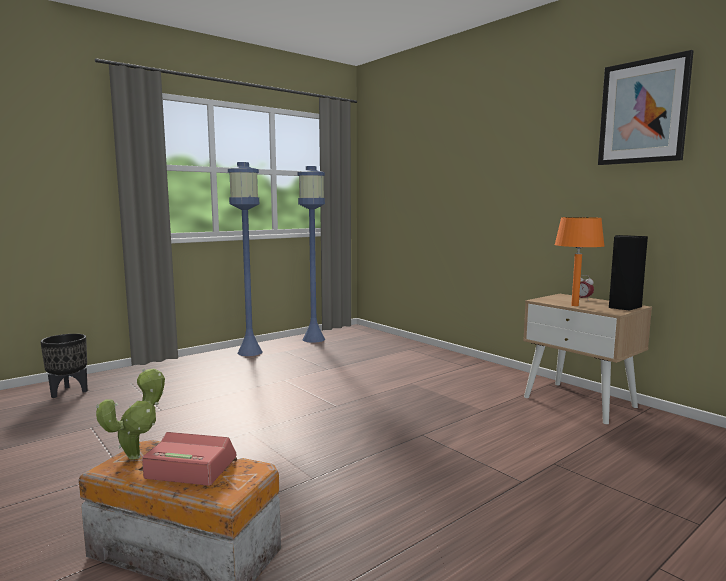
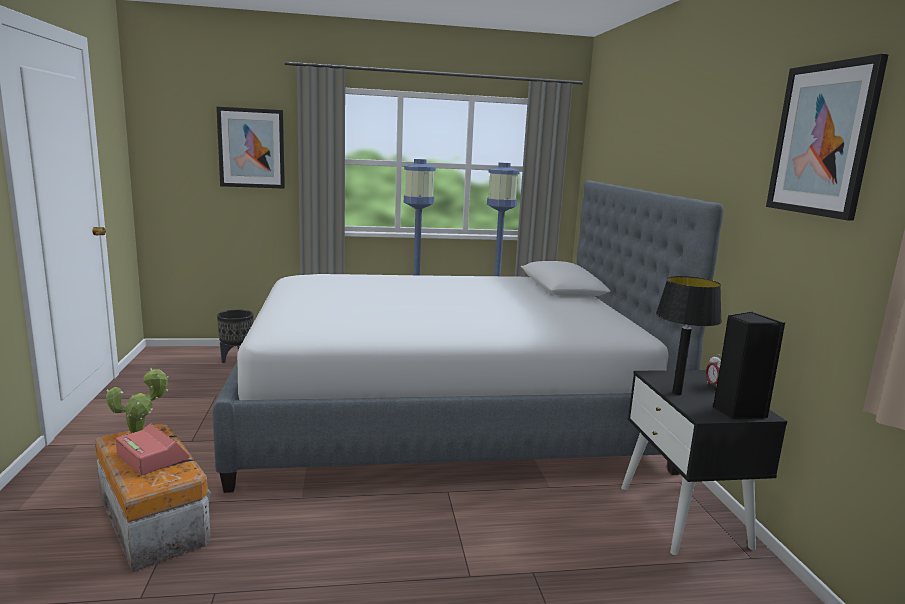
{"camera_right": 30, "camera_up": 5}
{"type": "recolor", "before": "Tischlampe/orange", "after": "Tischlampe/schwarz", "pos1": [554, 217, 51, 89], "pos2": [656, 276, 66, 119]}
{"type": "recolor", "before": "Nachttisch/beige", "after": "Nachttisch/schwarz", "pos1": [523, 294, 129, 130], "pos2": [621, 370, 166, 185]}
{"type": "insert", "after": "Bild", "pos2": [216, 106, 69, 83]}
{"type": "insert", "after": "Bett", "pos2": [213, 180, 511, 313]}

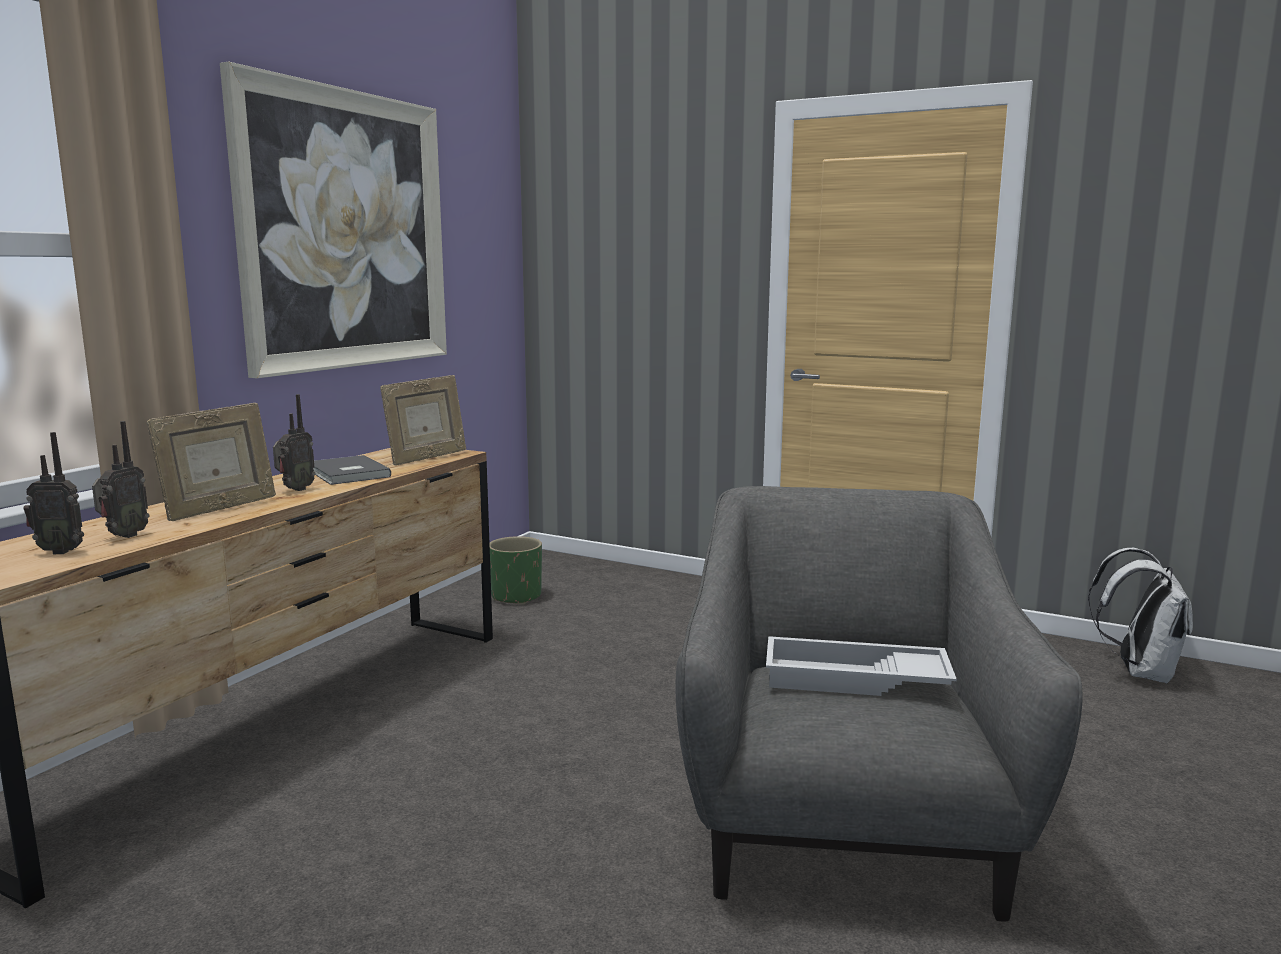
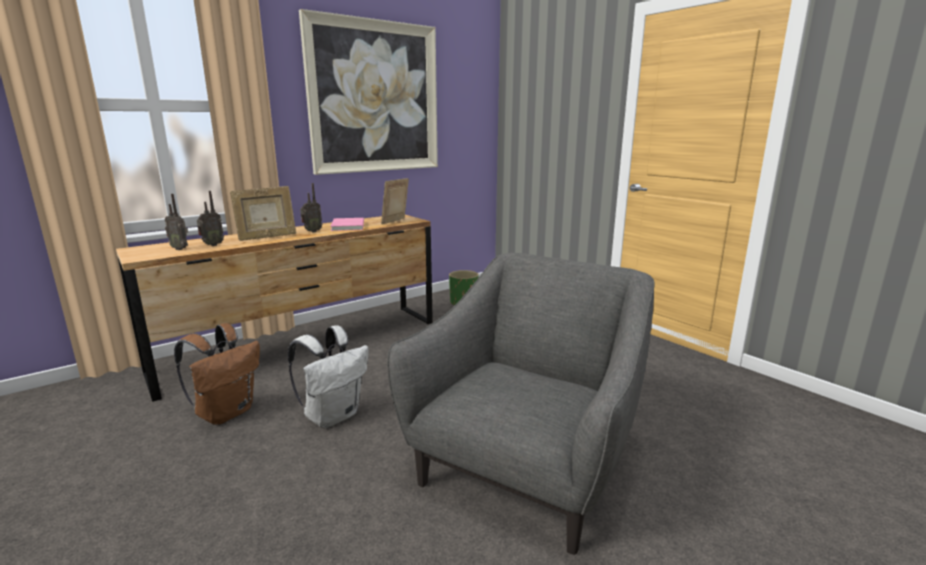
{"camera_right": 25, "camera_up": 5}
{"type": "rotate", "before": "Bilderrahmen", "pos1": [380, 375, 86, 90], "pos2": [381, 178, 28, 47], "turn": 135}
{"type": "recolor", "before": "Buch/grau", "after": "Buch/rosa", "pos1": [313, 455, 78, 30], "pos2": [330, 218, 34, 13]}
{"type": "move", "before": "Rucksack/weiß", "pos1": [1088, 548, 105, 135], "pos2": [288, 325, 81, 103]}
{"type": "delete", "before": "Tablett/weiß", "pos1": [766, 636, 191, 60]}
{"type": "insert", "after": "Rucksack/braun", "pos2": [174, 323, 86, 102]}

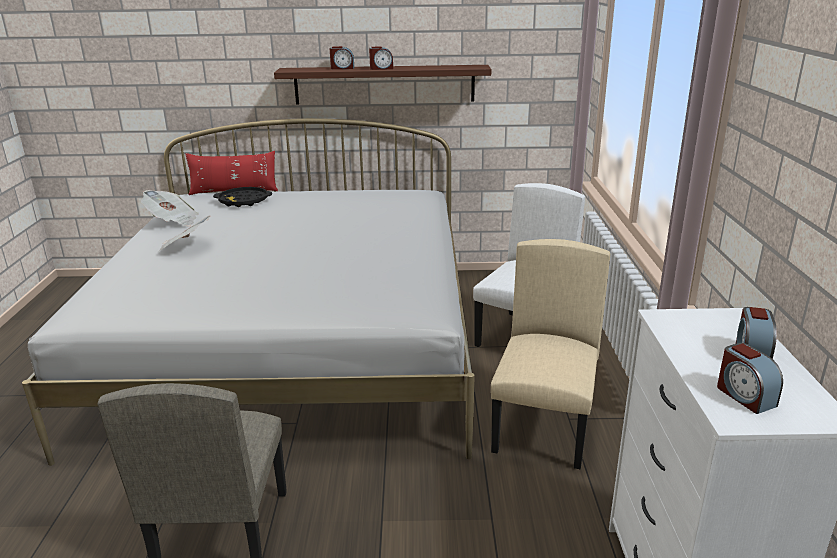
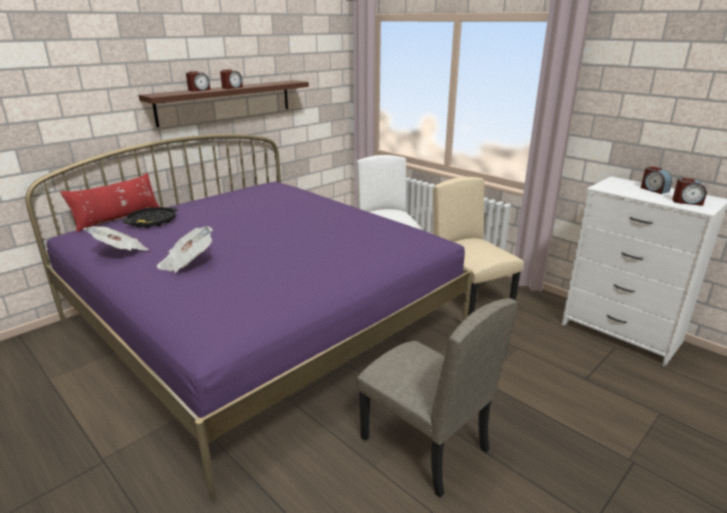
{"camera_right": -45, "camera_up": 0}
{"type": "recolor", "before": "Bett/weiß", "after": "Bett/lila", "pos1": [22, 118, 453, 348], "pos2": [25, 134, 448, 367]}

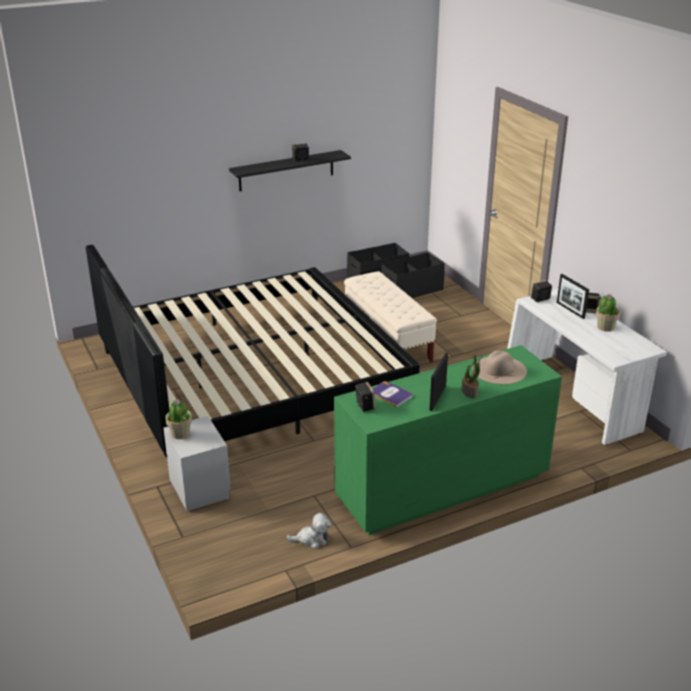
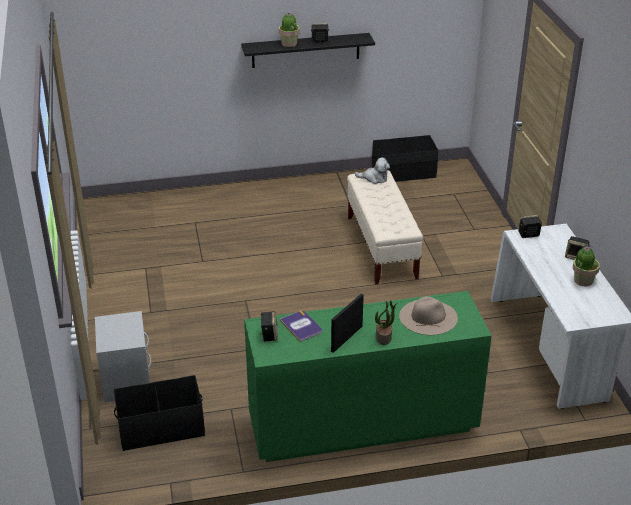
{"camera_right": 15, "camera_up": 5}
{"type": "delete", "before": "Bett", "pos1": [86, 245, 334, 218]}
{"type": "move", "before": "Aufbewahrungsbox/schwarz", "pos1": [381, 252, 64, 46], "pos2": [113, 375, 92, 76]}
{"type": "delete", "before": "Bilderrahmen", "pos1": [557, 274, 32, 45]}
{"type": "move", "before": "Topfpflanze", "pos1": [166, 399, 26, 40], "pos2": [279, 12, 21, 35]}
{"type": "move", "before": "Plüschtier", "pos1": [286, 513, 45, 36], "pos2": [355, 157, 35, 27]}

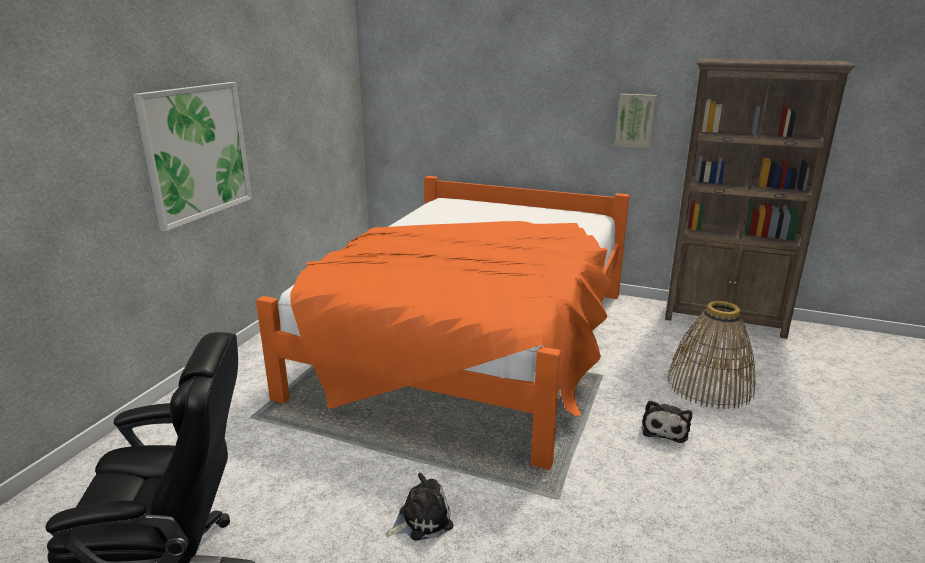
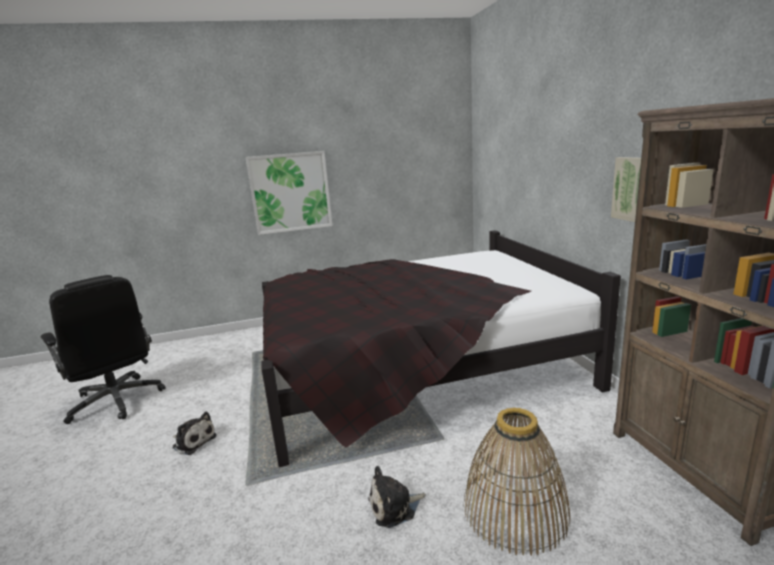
{"camera_right": 55, "camera_up": -5}
{"type": "recolor", "before": "Bett/orange", "after": "Bett/schwarz", "pos1": [256, 176, 374, 294], "pos2": [261, 230, 360, 237]}

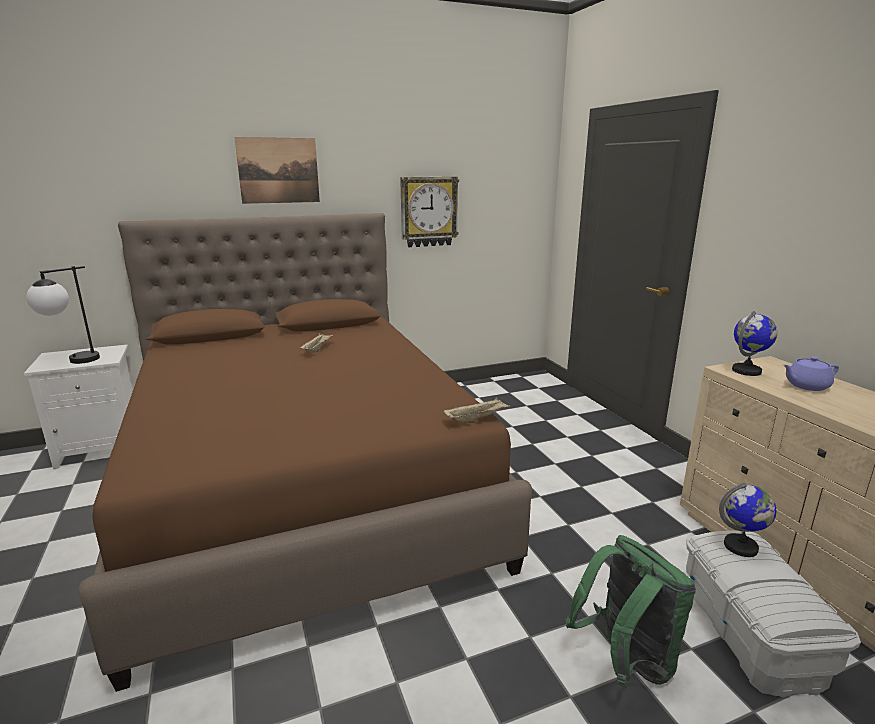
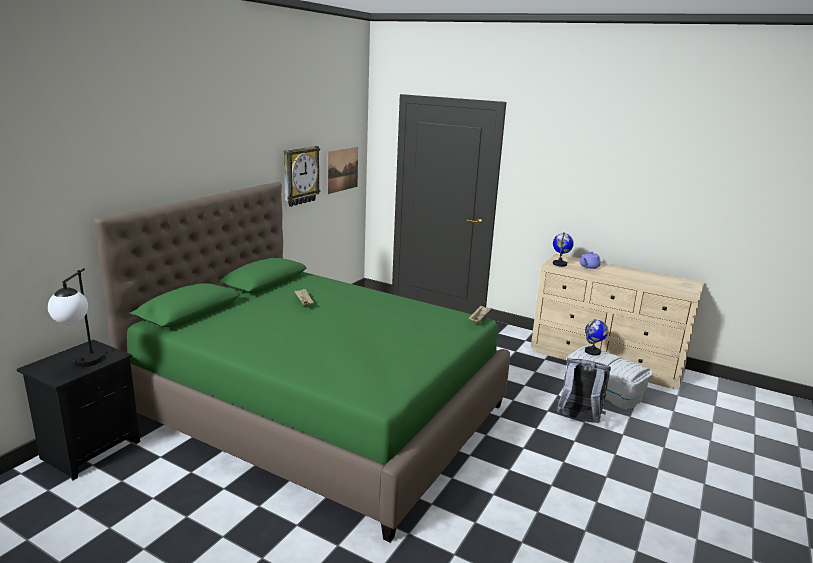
{"camera_right": -40, "camera_up": 0}
{"type": "move", "before": "Bild", "pos1": [234, 137, 86, 67], "pos2": [327, 147, 31, 47]}
{"type": "recolor", "before": "Bett/braun", "after": "Bett/grün", "pos1": [79, 213, 453, 479], "pos2": [94, 182, 416, 360]}
{"type": "recolor", "before": "Nachttisch/weiß", "after": "Nachttisch/schwarz", "pos1": [24, 345, 109, 124], "pos2": [17, 339, 123, 141]}
{"type": "recolor", "before": "Rucksack/grün", "after": "Rucksack/grau", "pos1": [566, 535, 130, 152], "pos2": [556, 358, 55, 65]}

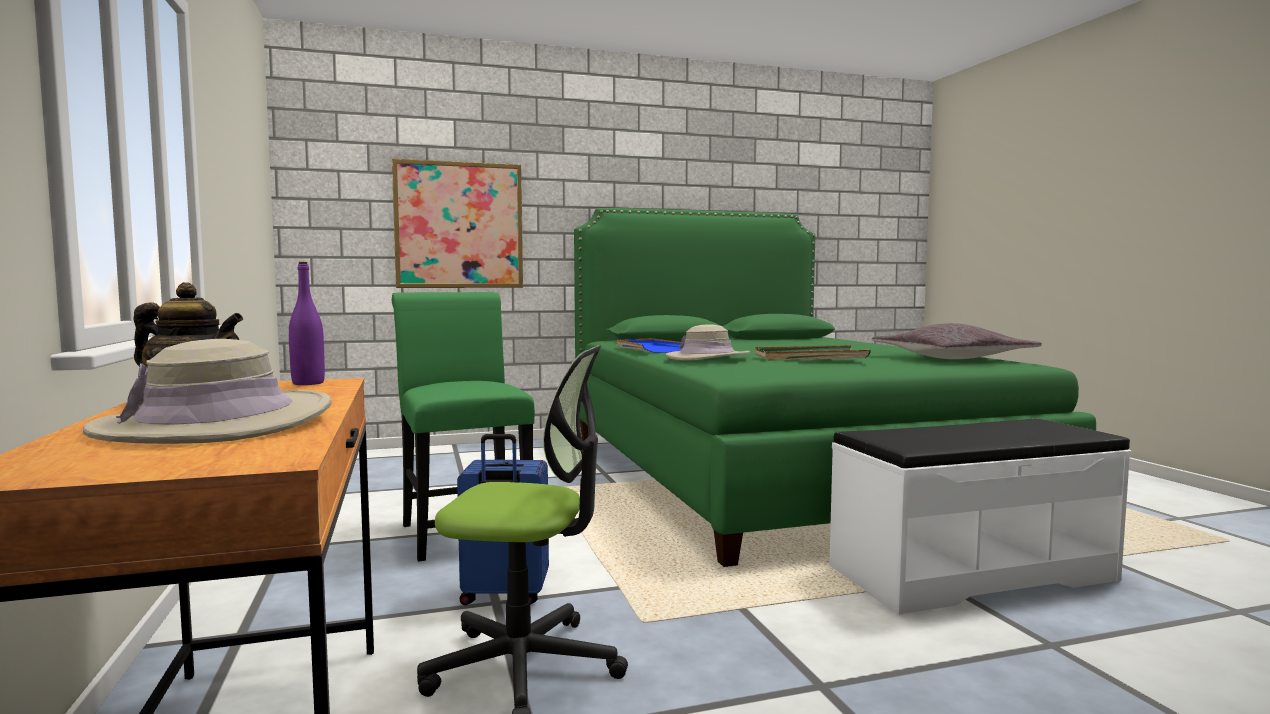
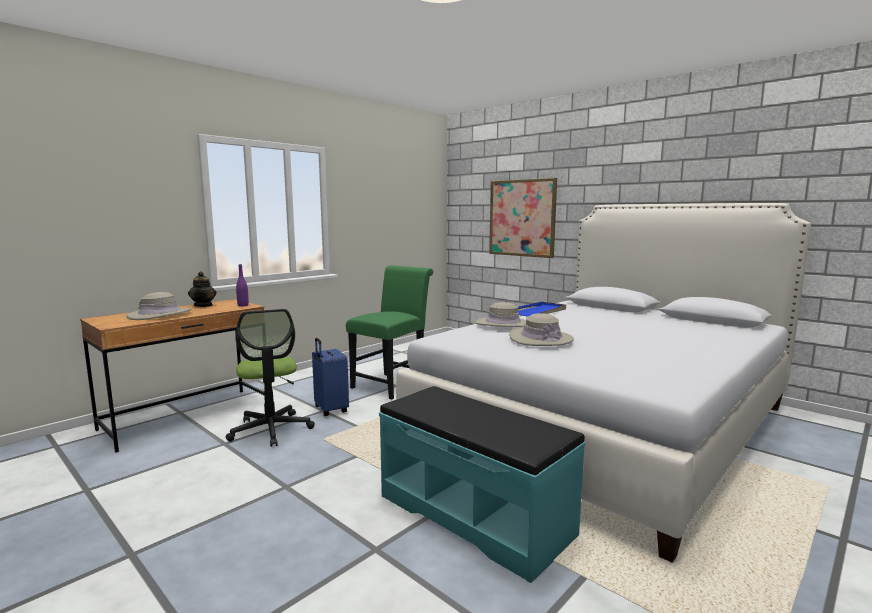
{"camera_right": 60, "camera_up": 5}
{"type": "recolor", "before": "Bett/grün", "after": "Bett/weiß", "pos1": [574, 208, 522, 359], "pos2": [396, 203, 415, 360]}
{"type": "delete", "before": "Kissen/grau", "pos1": [872, 323, 170, 36]}
{"type": "replace", "before": "Tablett/grün", "after": "Hut/beige", "pos1": [755, 345, 116, 16], "pos2": [509, 313, 65, 33]}
{"type": "recolor", "before": "Bank/weiß", "after": "Bank/türkis", "pos1": [829, 419, 303, 196], "pos2": [379, 386, 206, 197]}

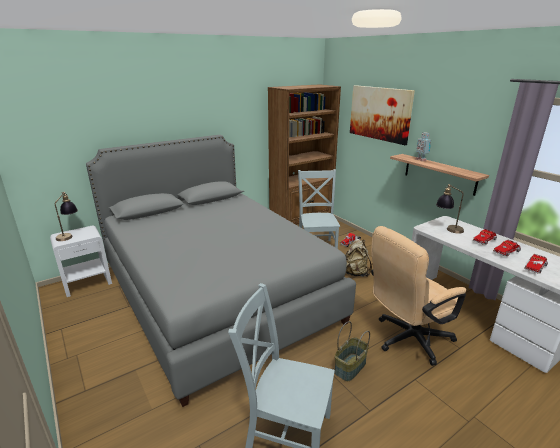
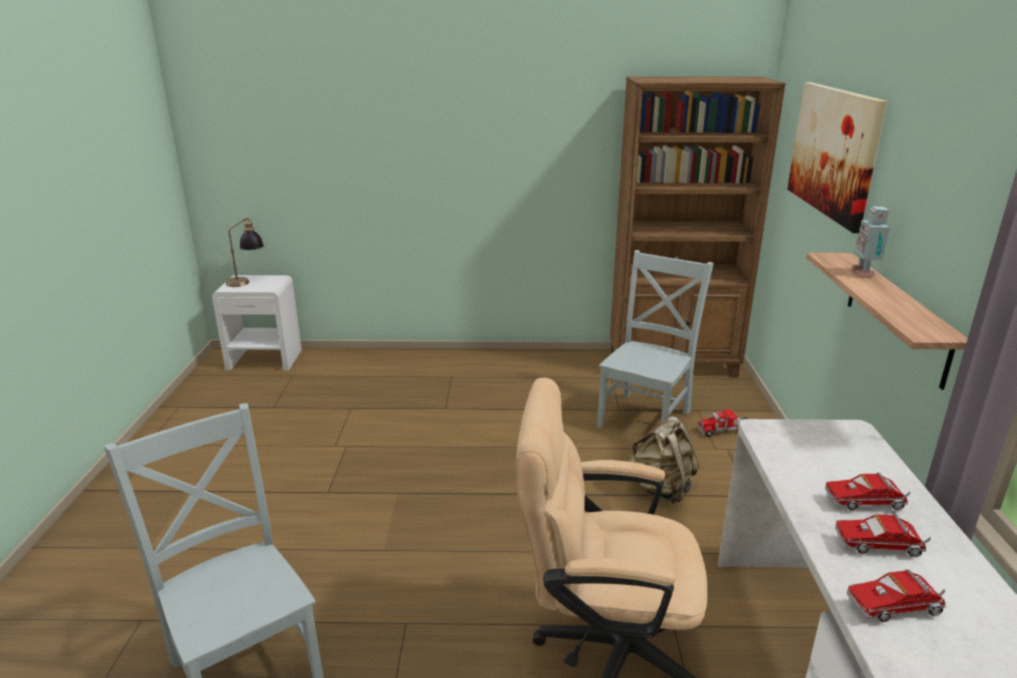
{"camera_right": 35, "camera_up": 0}
{"type": "delete", "before": "Bett/grau", "pos1": [86, 135, 270, 272]}
{"type": "delete", "before": "Tischlampe", "pos1": [436, 184, 28, 50]}
{"type": "delete", "before": "Korb", "pos1": [334, 321, 36, 60]}

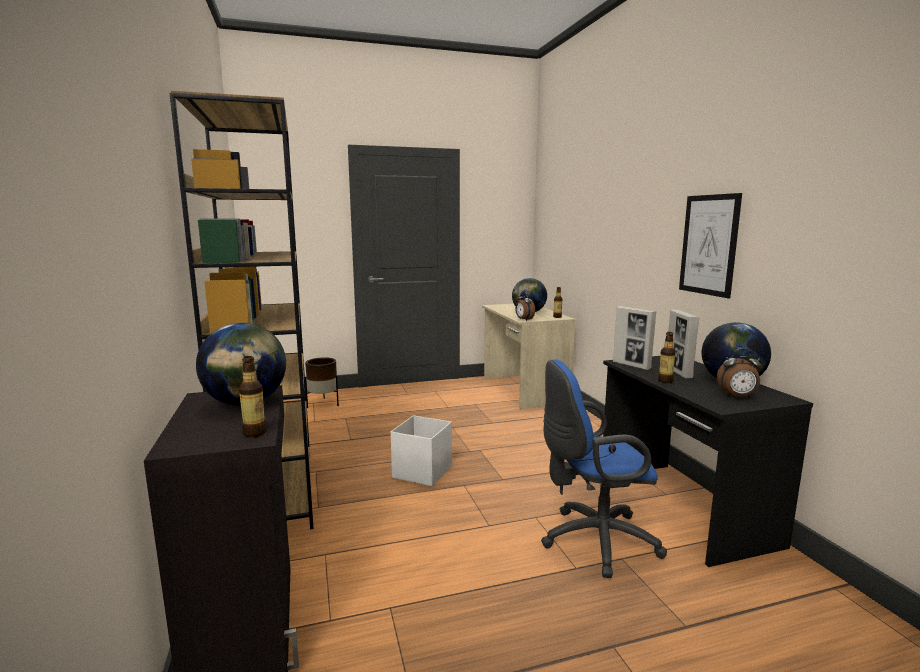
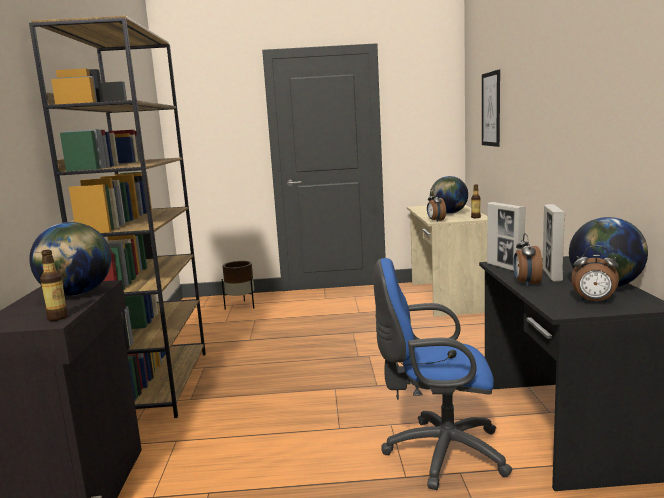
{"camera_right": 15, "camera_up": 0}
{"type": "move", "before": "Bild", "pos1": [679, 193, 63, 105], "pos2": [482, 69, 18, 78]}
{"type": "replace", "before": "Flasche", "after": "Wecker", "pos1": [658, 332, 18, 51], "pos2": [513, 233, 30, 54]}
{"type": "delete", "before": "Aufbewahrungsbox/weiß", "pos1": [391, 415, 61, 71]}

